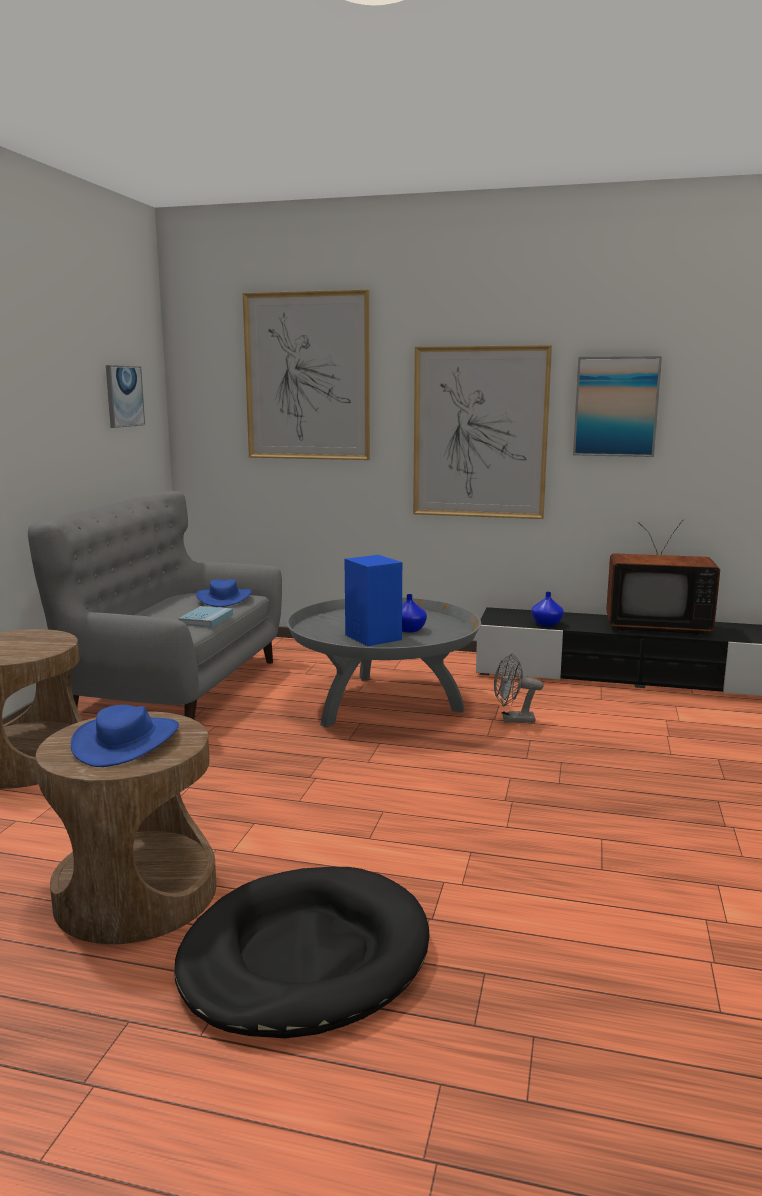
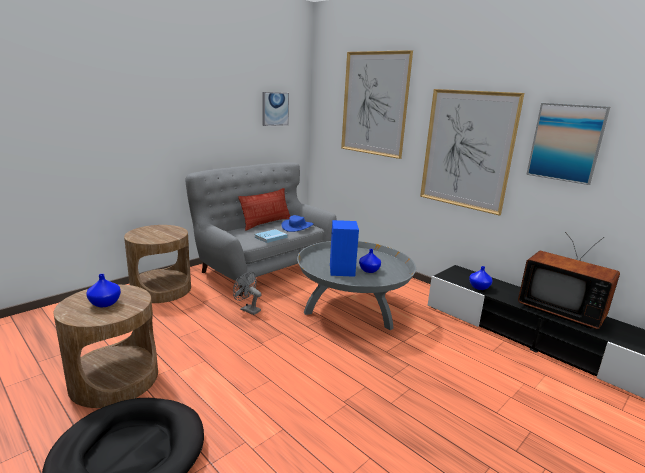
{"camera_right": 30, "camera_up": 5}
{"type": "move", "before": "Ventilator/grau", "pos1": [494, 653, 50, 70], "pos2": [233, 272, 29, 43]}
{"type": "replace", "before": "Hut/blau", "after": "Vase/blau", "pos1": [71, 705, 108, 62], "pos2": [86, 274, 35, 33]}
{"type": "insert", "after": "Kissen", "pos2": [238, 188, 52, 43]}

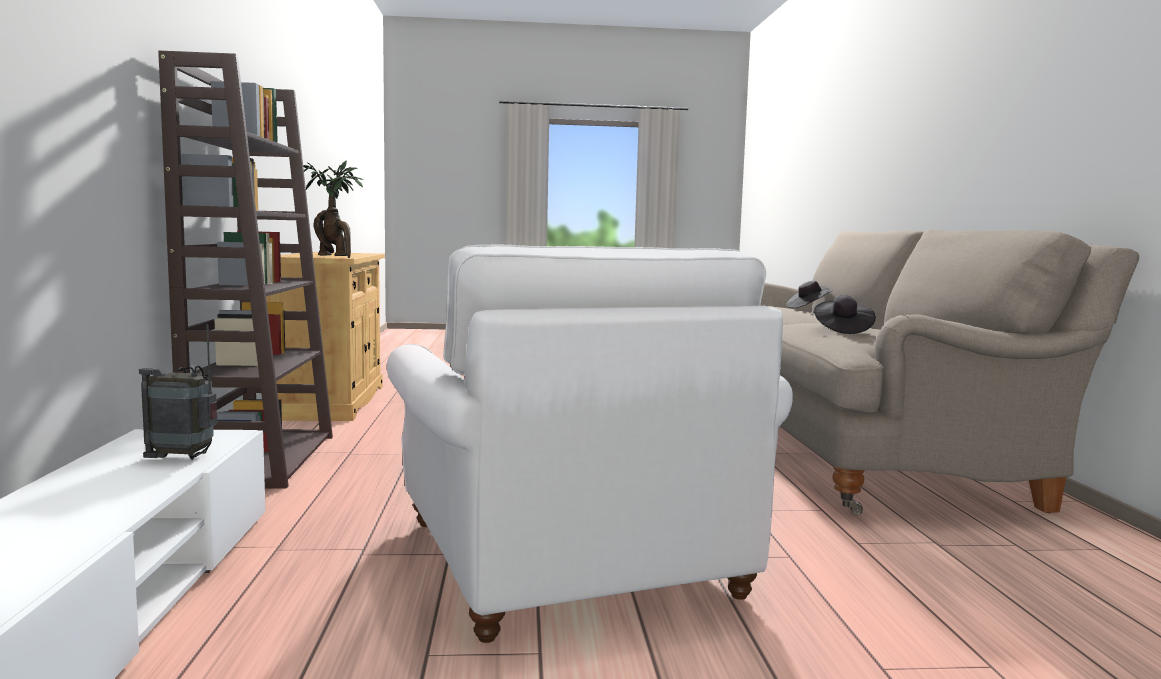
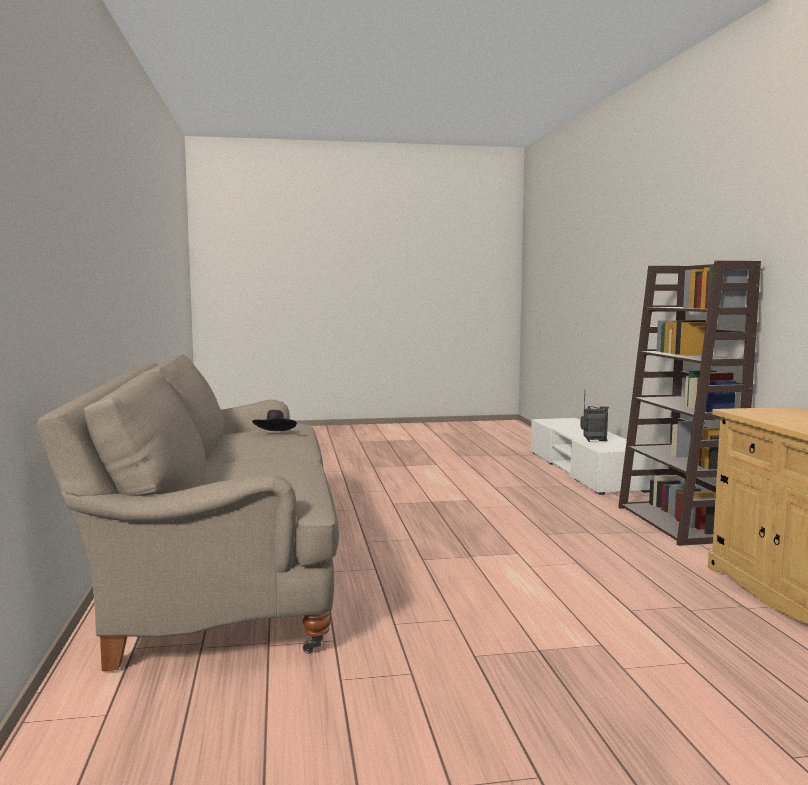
{"camera_right": 175, "camera_up": 0}
{"type": "delete", "before": "Topfpflanze", "pos1": [303, 160, 60, 98]}
{"type": "delete", "before": "Sessel/weiß", "pos1": [387, 244, 406, 399]}
{"type": "delete", "before": "Hut/schwarz", "pos1": [786, 281, 47, 27]}

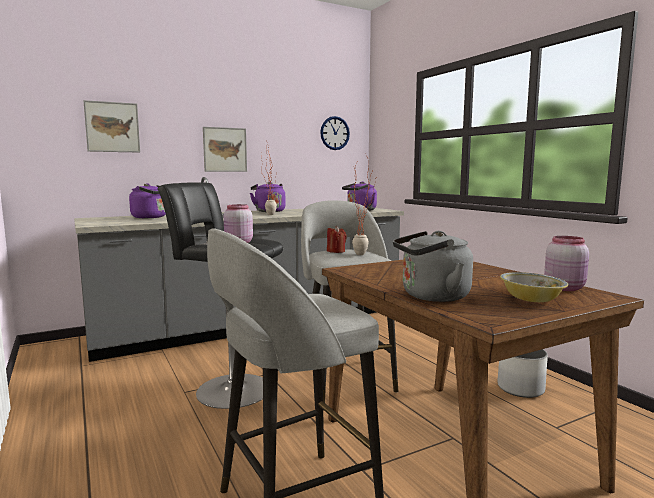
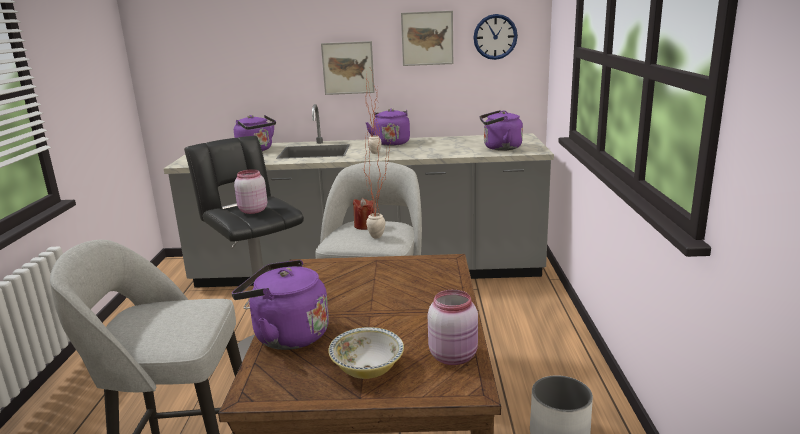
{"camera_right": 30, "camera_up": 10}
{"type": "move", "before": "Bild", "pos1": [83, 100, 57, 52], "pos2": [401, 11, 52, 55]}
{"type": "recolor", "before": "Wasserkessel/grau", "after": "Wasserkessel/lila", "pos1": [393, 231, 80, 71], "pos2": [232, 260, 97, 90]}

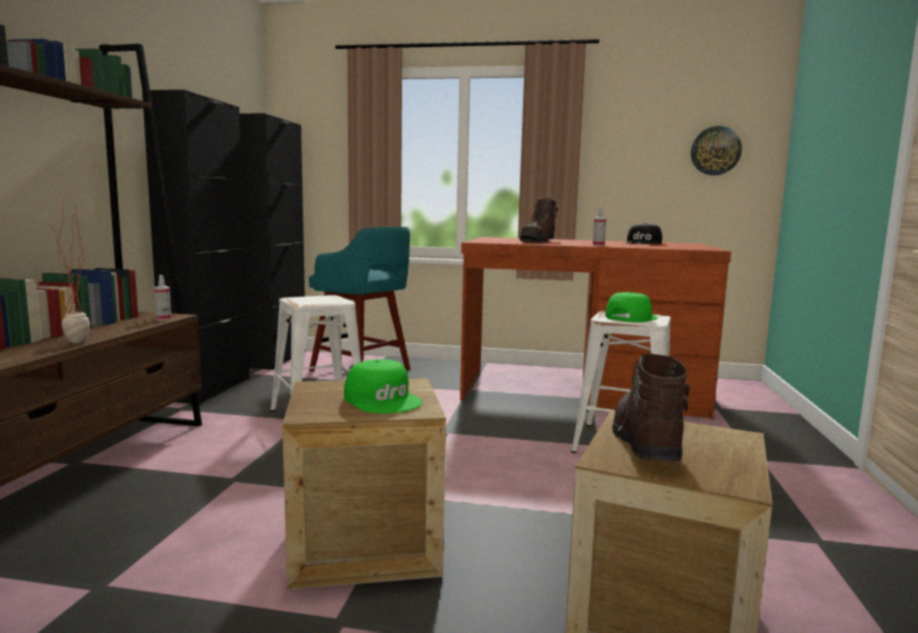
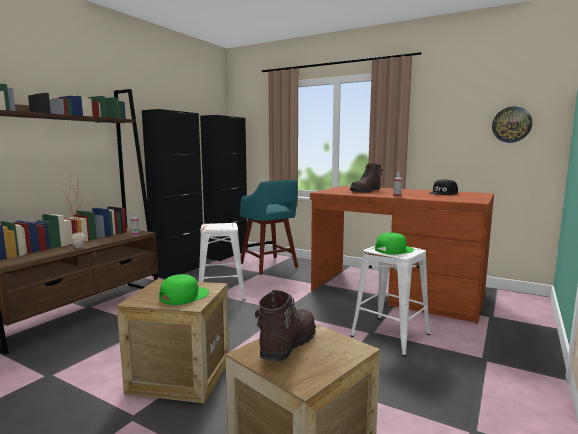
{"camera_right": 20, "camera_up": 0}
{"type": "rotate", "before": "Kappe/grün", "pos1": [344, 359, 78, 54], "pos2": [159, 274, 50, 31], "turn": -120}

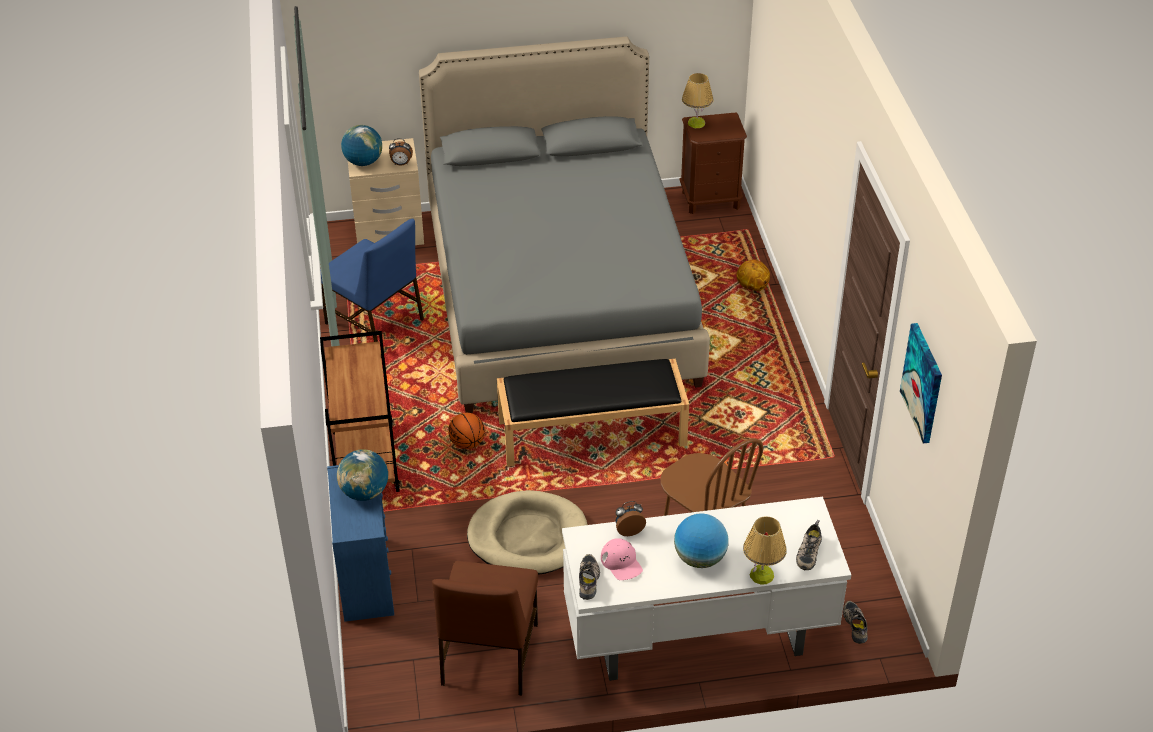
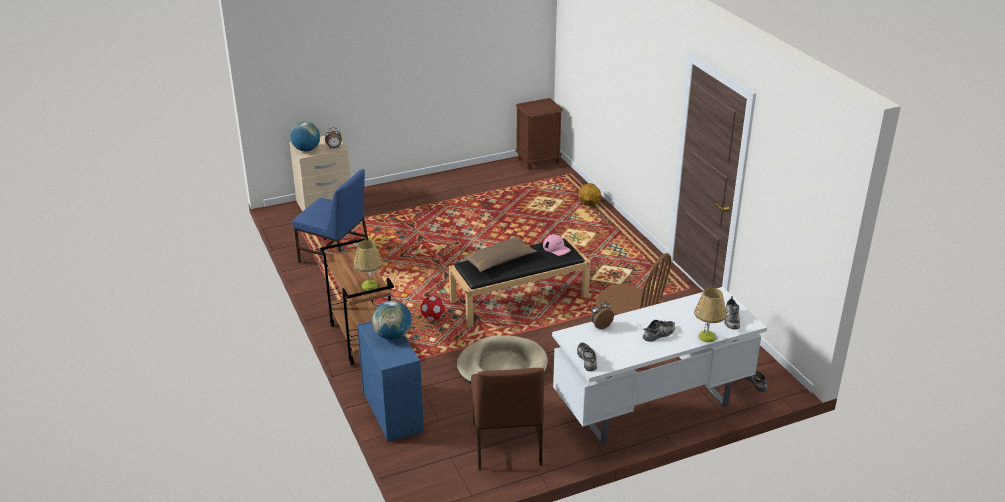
{"camera_right": -15, "camera_up": -10}
{"type": "delete", "before": "Bett/grau", "pos1": [419, 37, 291, 376]}
{"type": "move", "before": "Tischlampe", "pos1": [682, 73, 31, 55], "pos2": [353, 240, 30, 51]}
{"type": "delete", "before": "Bild", "pos1": [900, 323, 42, 121]}
{"type": "replace", "before": "Basketball", "after": "Fußball", "pos1": [448, 413, 37, 36], "pos2": [421, 296, 24, 24]}
{"type": "replace", "before": "Globus", "after": "Schuh", "pos1": [674, 513, 55, 55], "pos2": [643, 320, 32, 22]}
{"type": "move", "before": "Kappe/rosa", "pos1": [601, 538, 42, 42], "pos2": [543, 234, 28, 22]}
{"type": "insert", "after": "Kissen/braun", "pos2": [463, 236, 74, 36]}

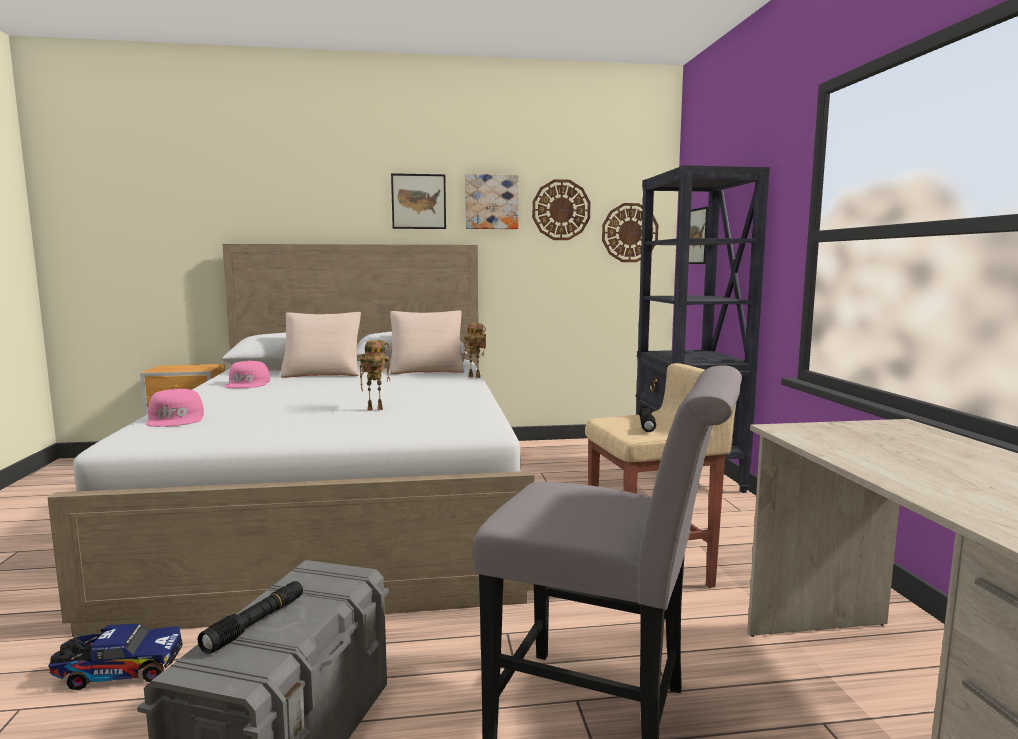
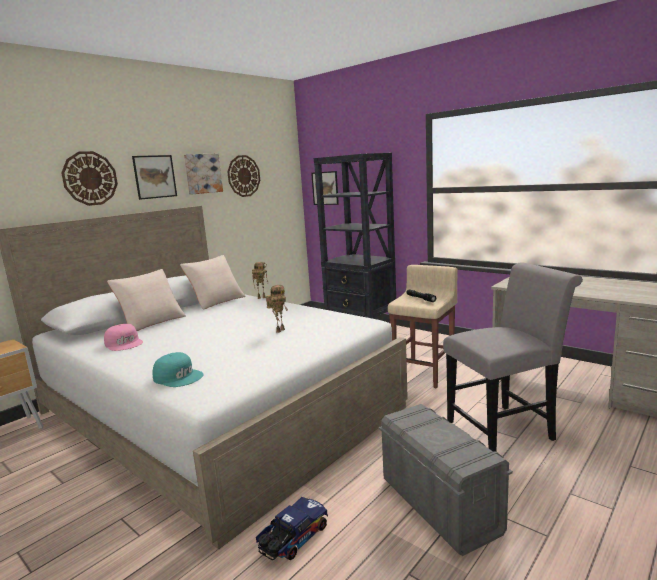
{"camera_right": -40, "camera_up": 5}
{"type": "move", "before": "Wanduhr", "pos1": [602, 203, 56, 59], "pos2": [61, 151, 57, 55]}
{"type": "recolor", "before": "Kappe/rosa", "after": "Kappe/türkis", "pos1": [146, 389, 58, 38], "pos2": [152, 352, 52, 35]}
{"type": "delete", "before": "Taschenlampe/schwarz", "pos1": [197, 581, 106, 73]}

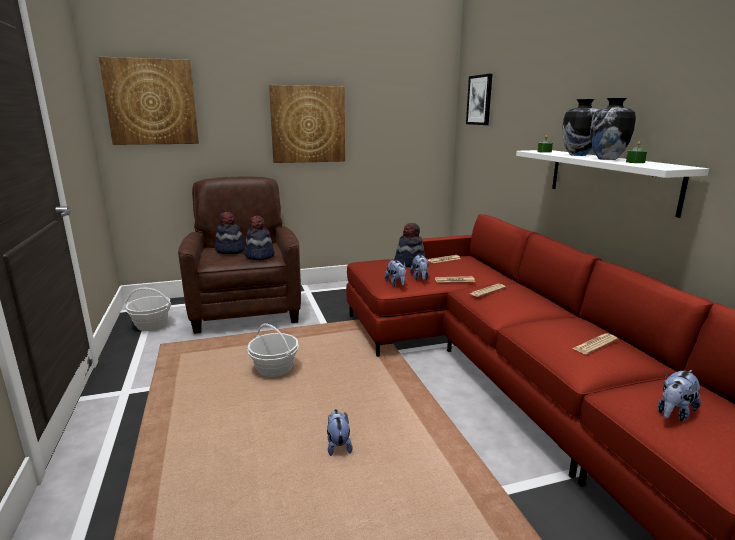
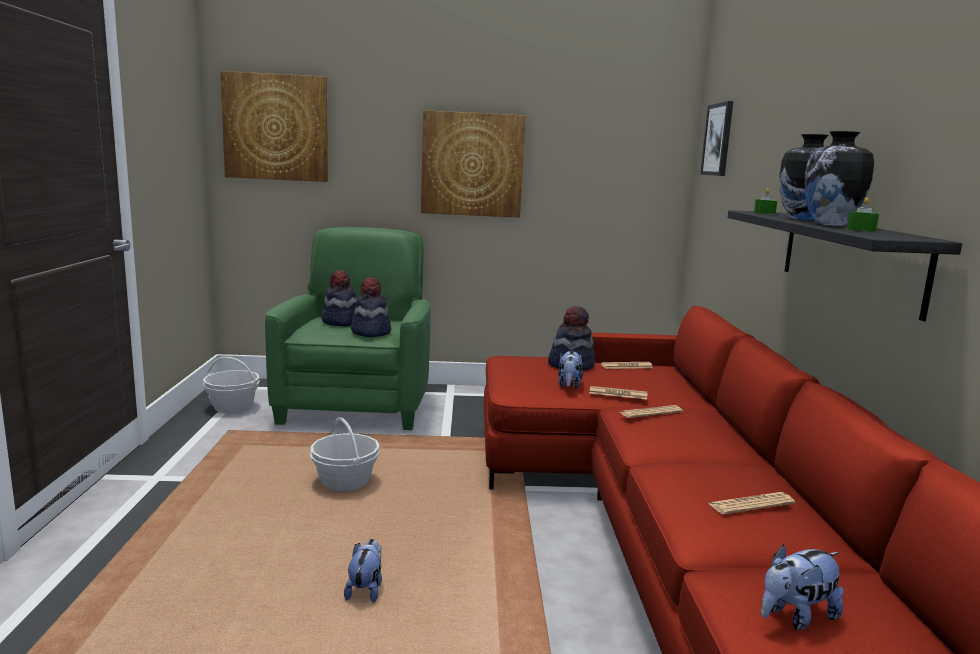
{"camera_right": 15, "camera_up": -5}
{"type": "recolor", "before": "Wandregal/weiß", "after": "Wandregal/schwarz", "pos1": [516, 150, 193, 68], "pos2": [728, 210, 234, 111]}
{"type": "recolor", "before": "Sessel/braun", "after": "Sessel/grün", "pos1": [178, 177, 123, 157], "pos2": [265, 227, 166, 203]}
{"type": "delete", "before": "Plüschtier", "pos1": [385, 260, 21, 27]}

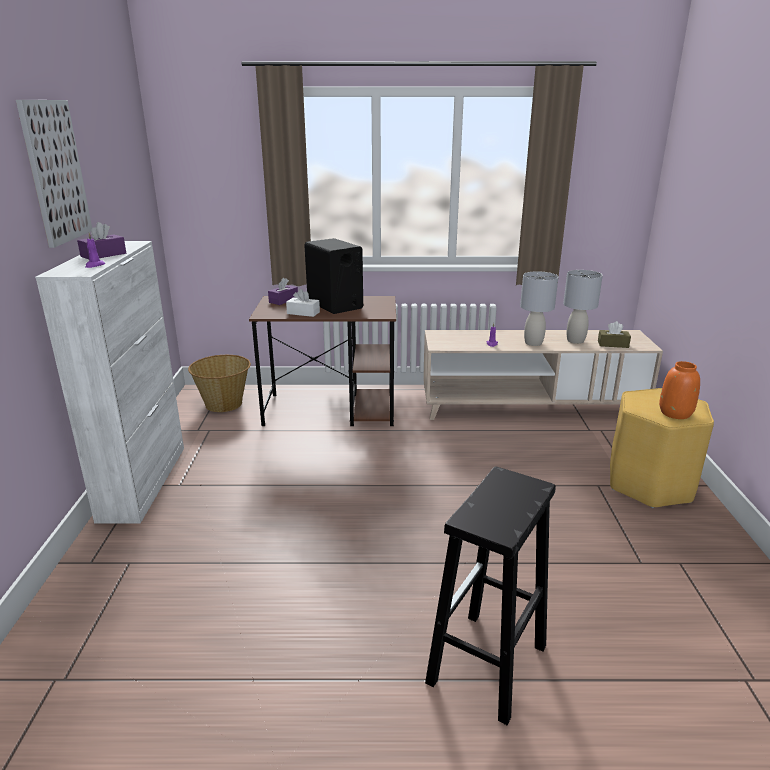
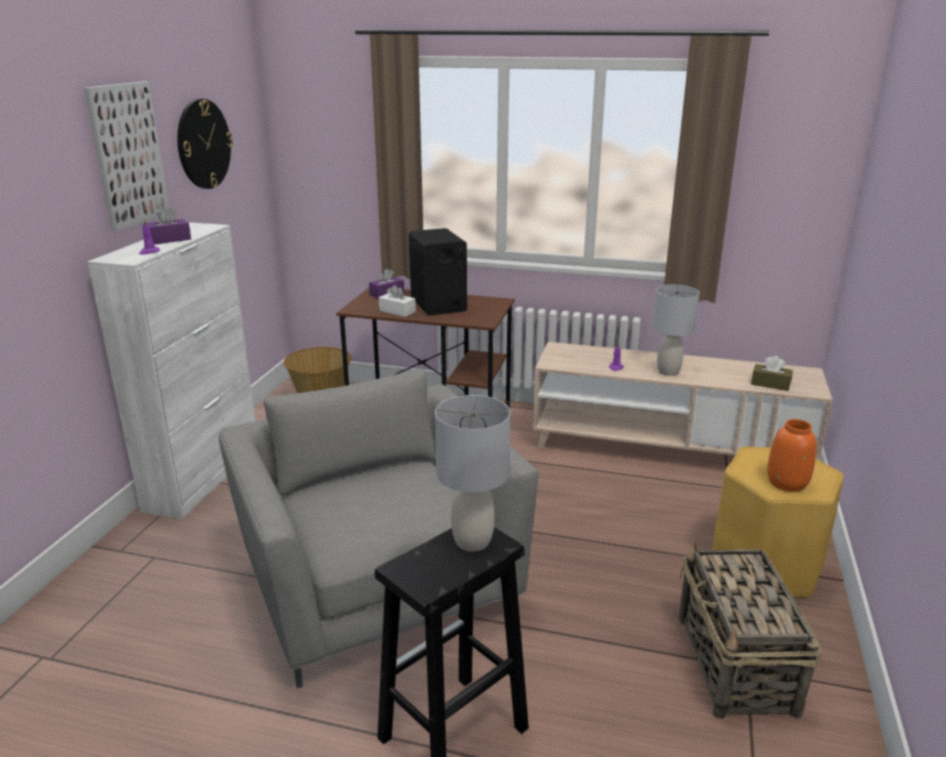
{"camera_right": 15, "camera_up": 0}
{"type": "move", "before": "Tischlampe/grau", "pos1": [563, 270, 40, 74], "pos2": [435, 395, 75, 157]}
{"type": "insert", "after": "Wanduhr", "pos2": [177, 99, 56, 90]}
{"type": "insert", "after": "Sessel/grau", "pos2": [219, 368, 319, 320]}
{"type": "insert", "after": "Korb", "pos2": [678, 543, 143, 176]}

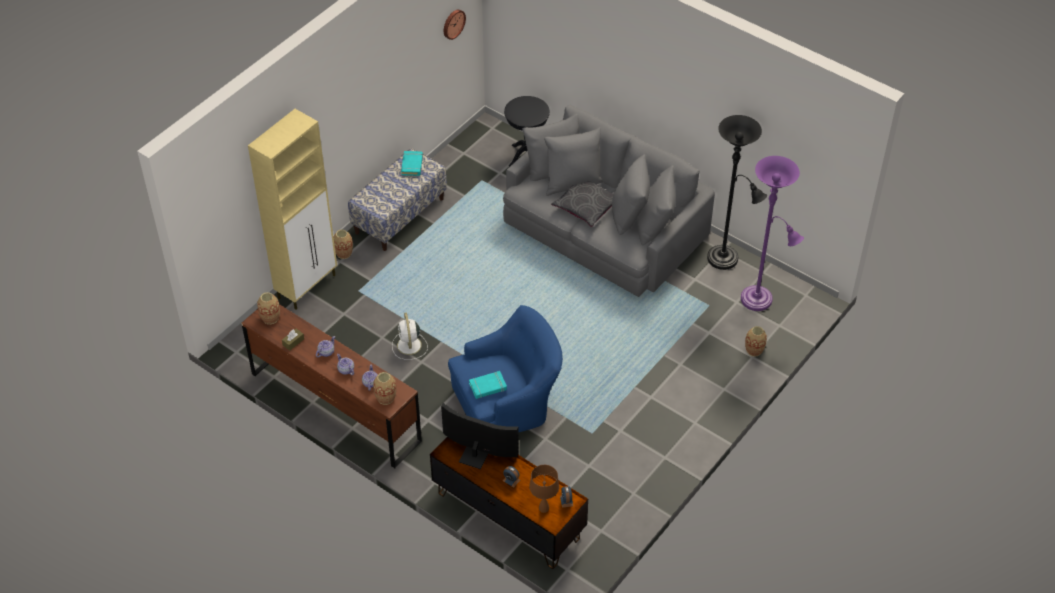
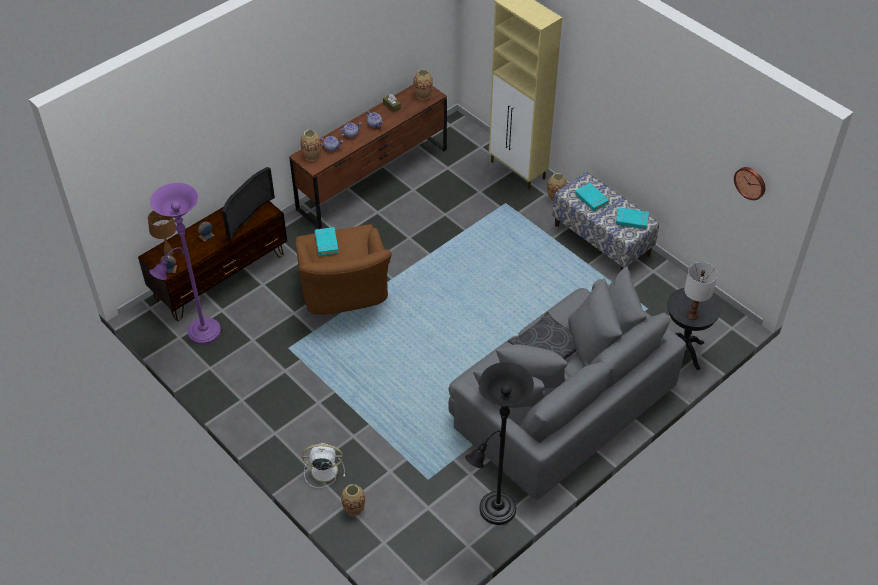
{"camera_right": 100, "camera_up": 0}
{"type": "move", "before": "Stehlampe/lila", "pos1": [741, 156, 63, 155], "pos2": [149, 183, 72, 162]}
{"type": "recolor", "before": "Sessel/blau", "after": "Sessel/braun", "pos1": [448, 305, 115, 128], "pos2": [296, 224, 96, 91]}
{"type": "move", "before": "Ventilator/weiß", "pos1": [392, 313, 36, 47], "pos2": [302, 443, 43, 45]}
{"type": "insert", "after": "Buch/türkis", "pos2": [575, 183, 34, 28]}
{"type": "insert", "after": "Tischlampe/weiß", "pos2": [684, 262, 34, 58]}

